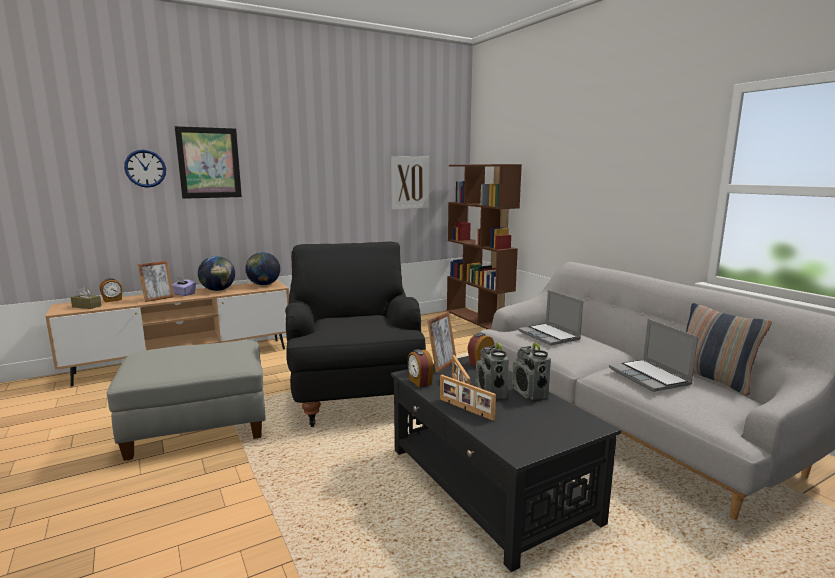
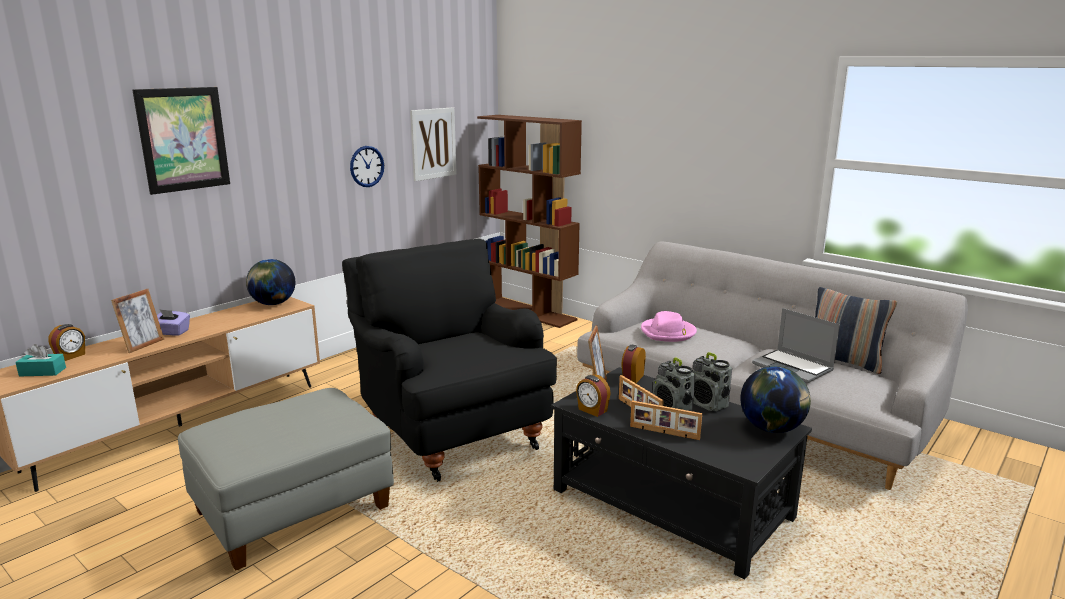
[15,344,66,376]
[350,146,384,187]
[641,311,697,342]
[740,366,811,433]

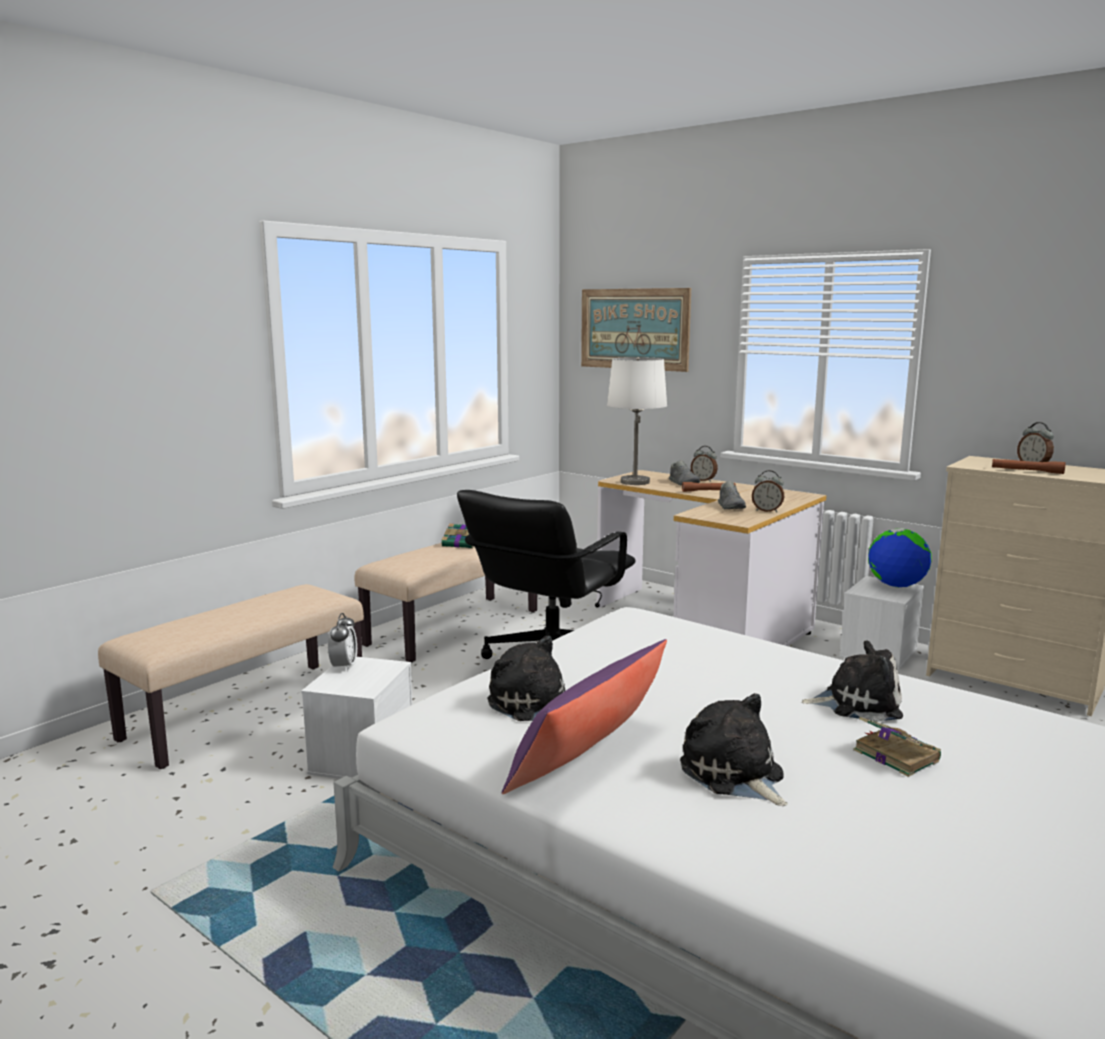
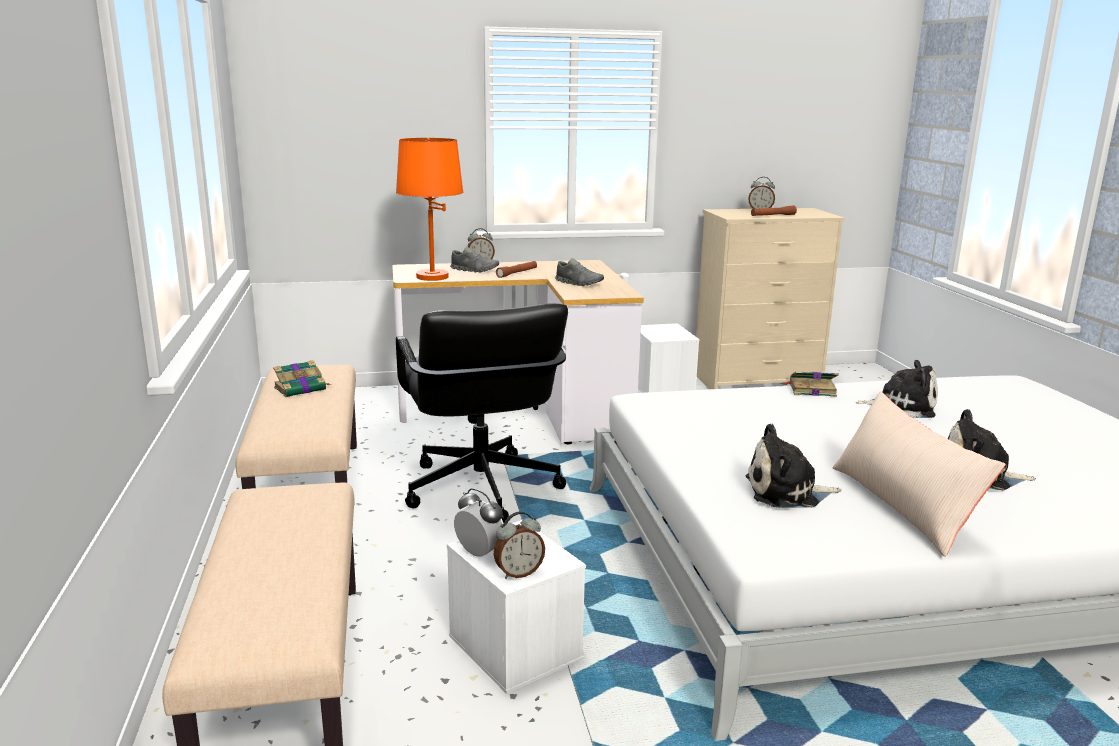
[396,138,463,281]
[494,511,545,579]
[782,371,839,397]
[833,391,1006,557]
[856,360,938,418]
[581,288,691,372] (first image)
[868,528,931,588] (first image)

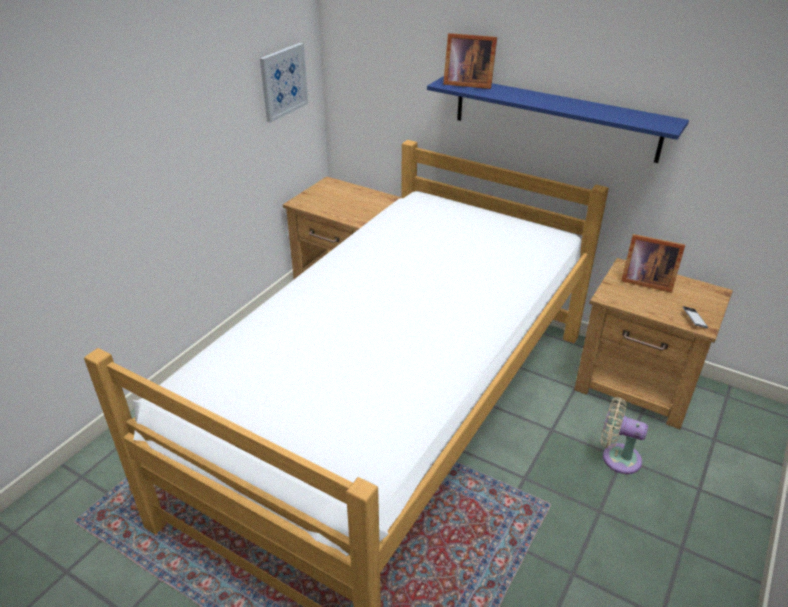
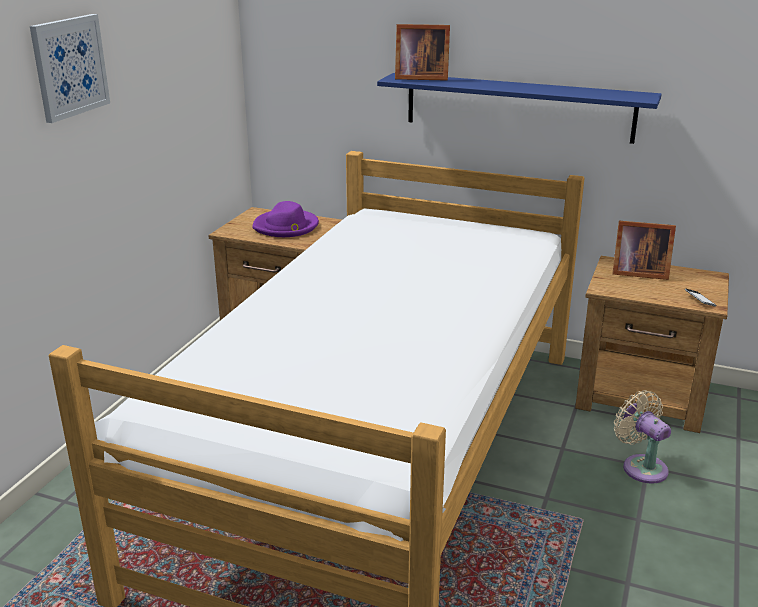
[30,14,110,123]
[252,201,319,237]
[614,390,671,483]

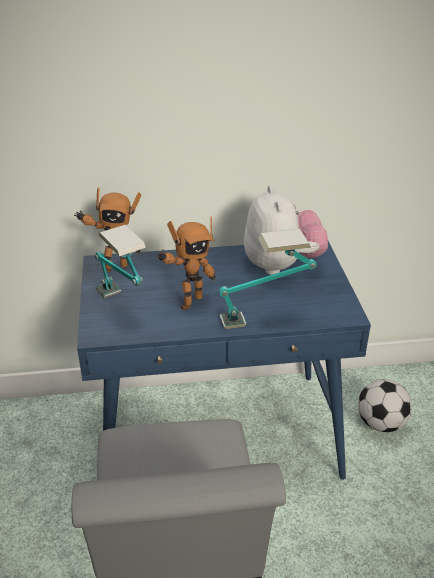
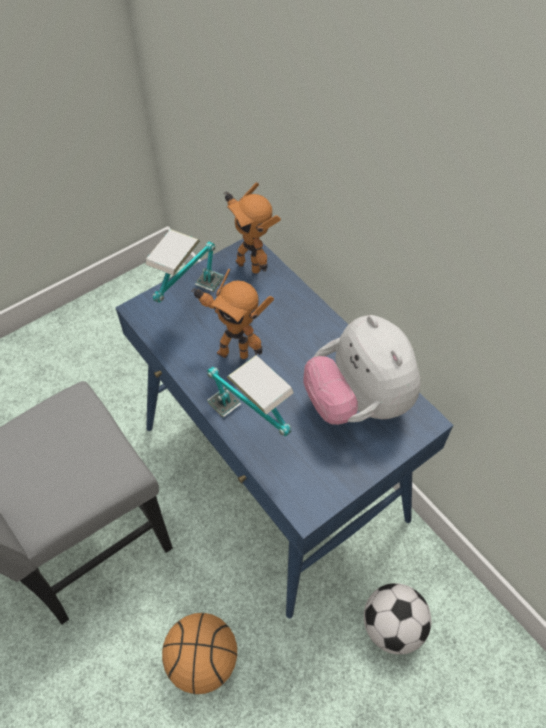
[162,613,237,694]
[303,315,421,425]

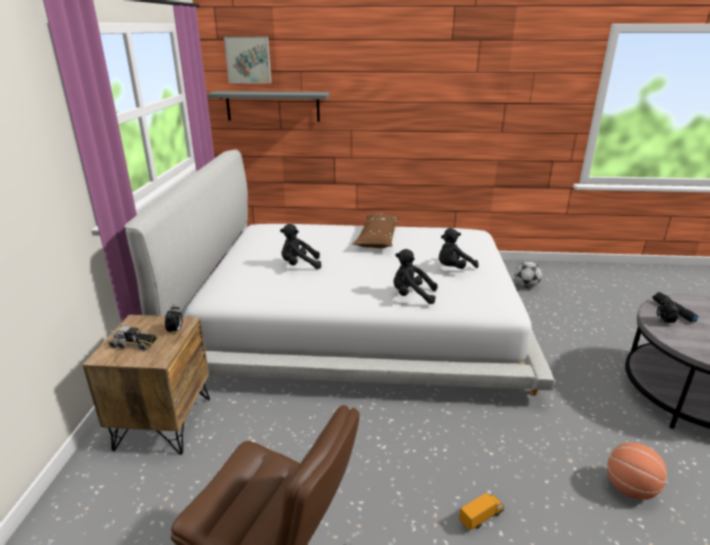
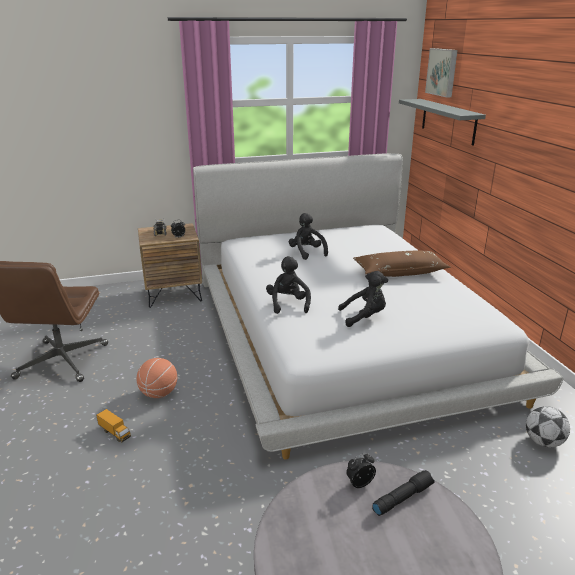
[136,358,177,398]
[338,271,388,327]

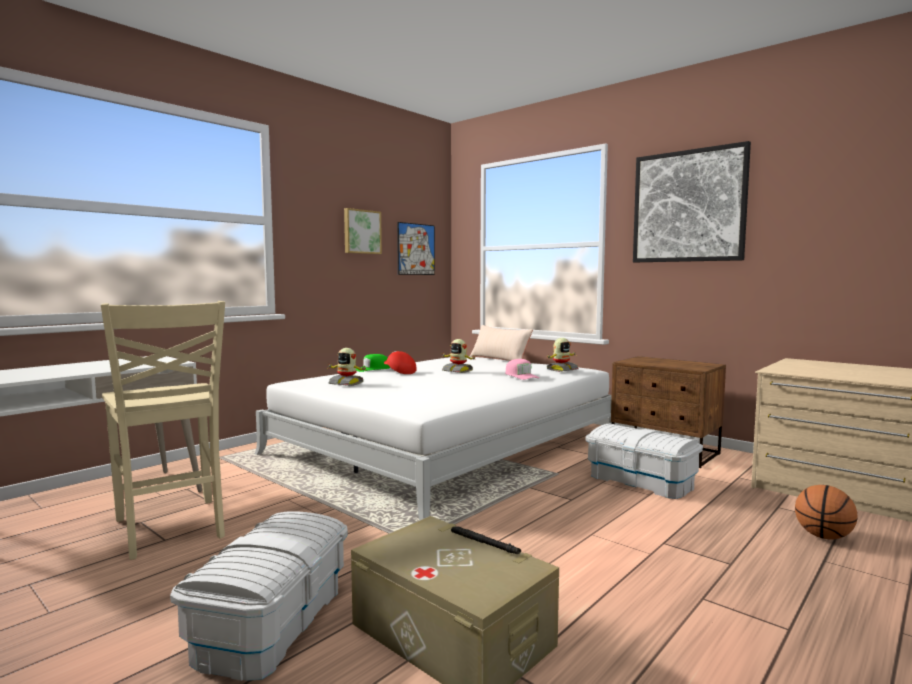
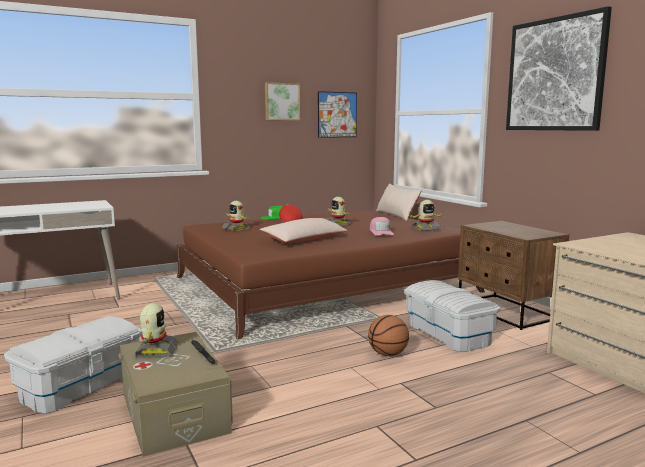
[135,303,178,358]
[177,210,485,339]
[260,218,348,243]
[368,315,409,356]
[101,301,225,560] (first image)

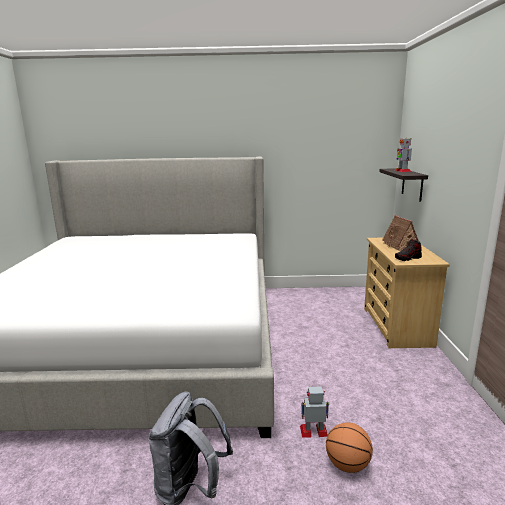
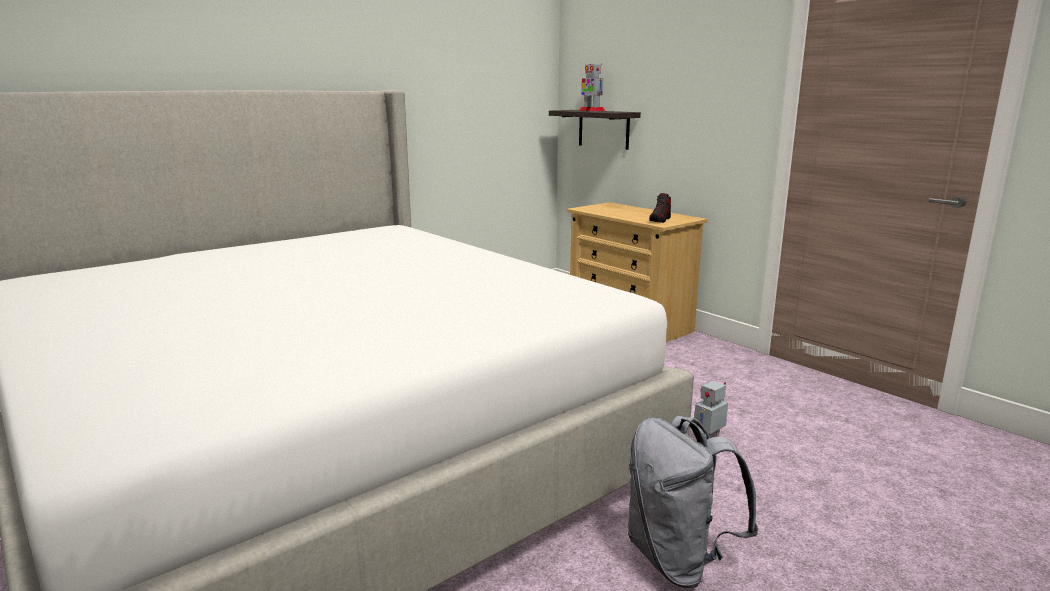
[326,422,373,473] (first image)
[382,215,418,251] (first image)

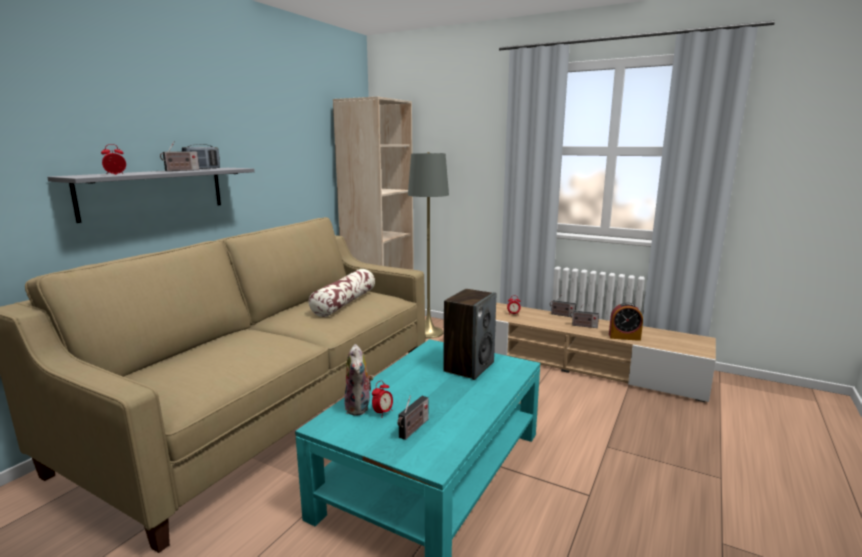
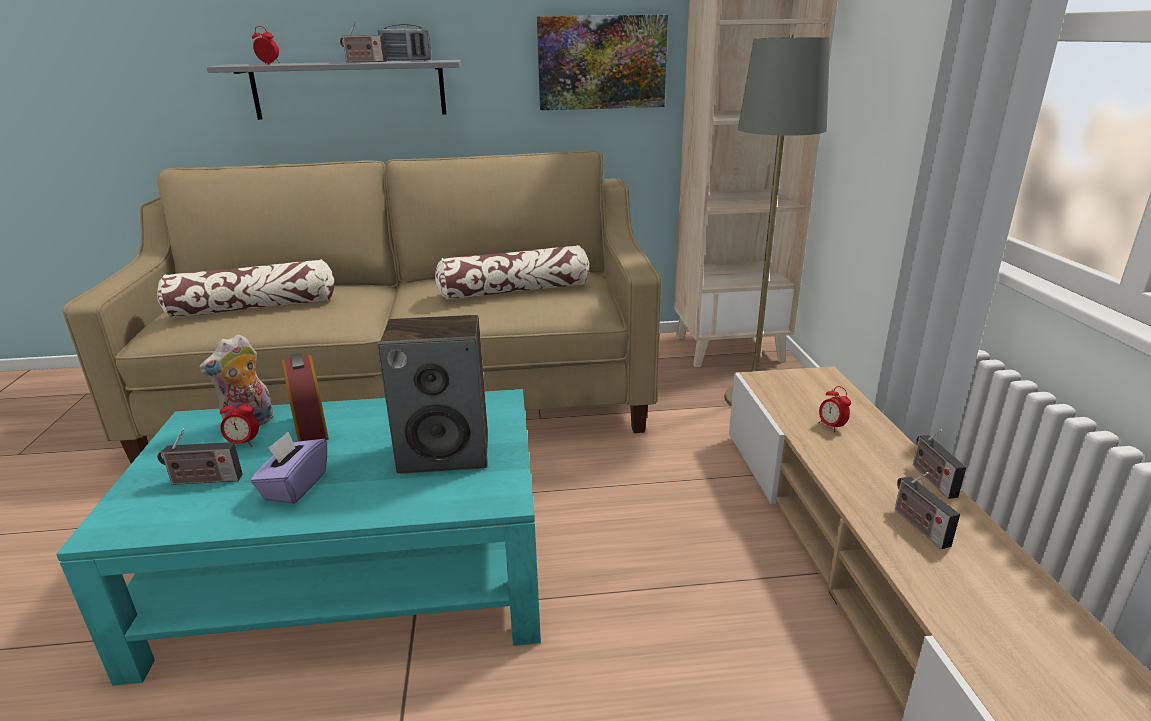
[157,259,335,318]
[250,431,327,504]
[282,353,329,442]
[537,15,668,110]

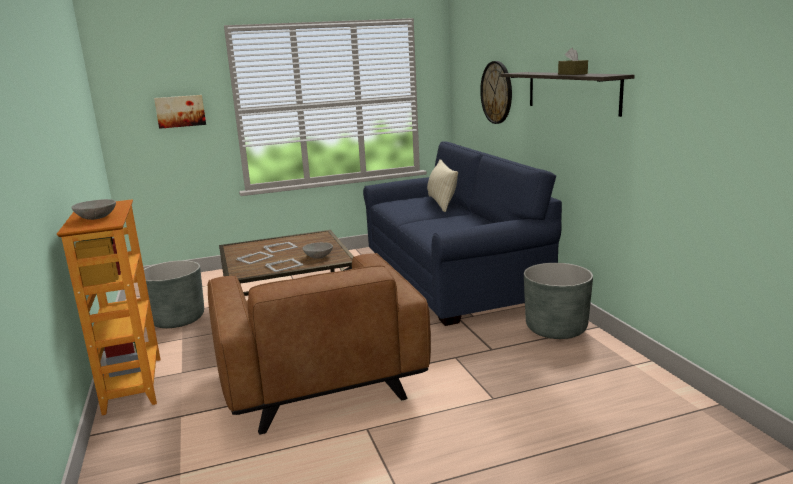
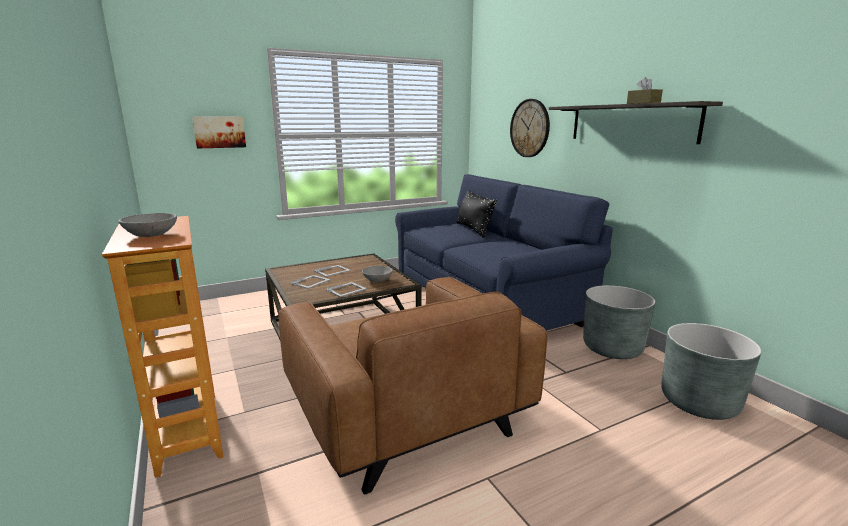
[456,190,497,238]
[661,323,762,420]

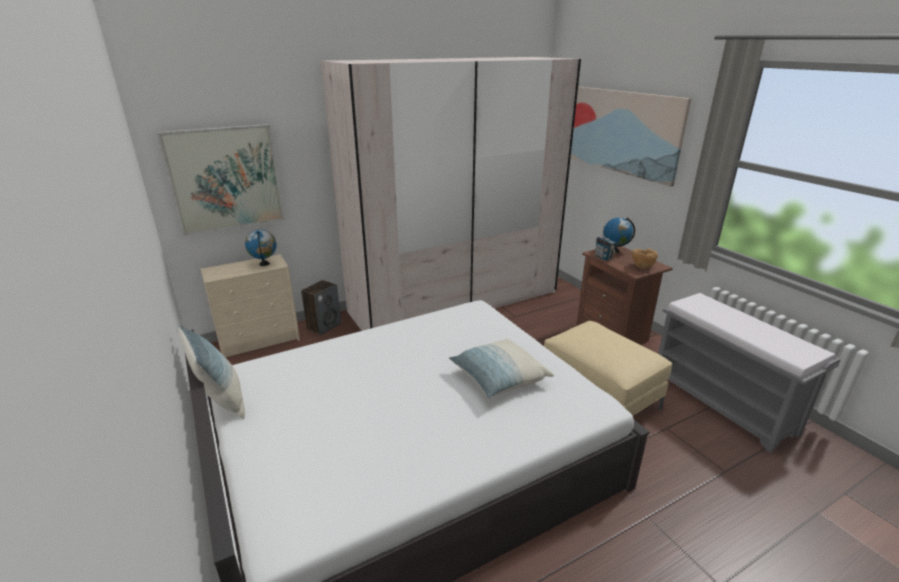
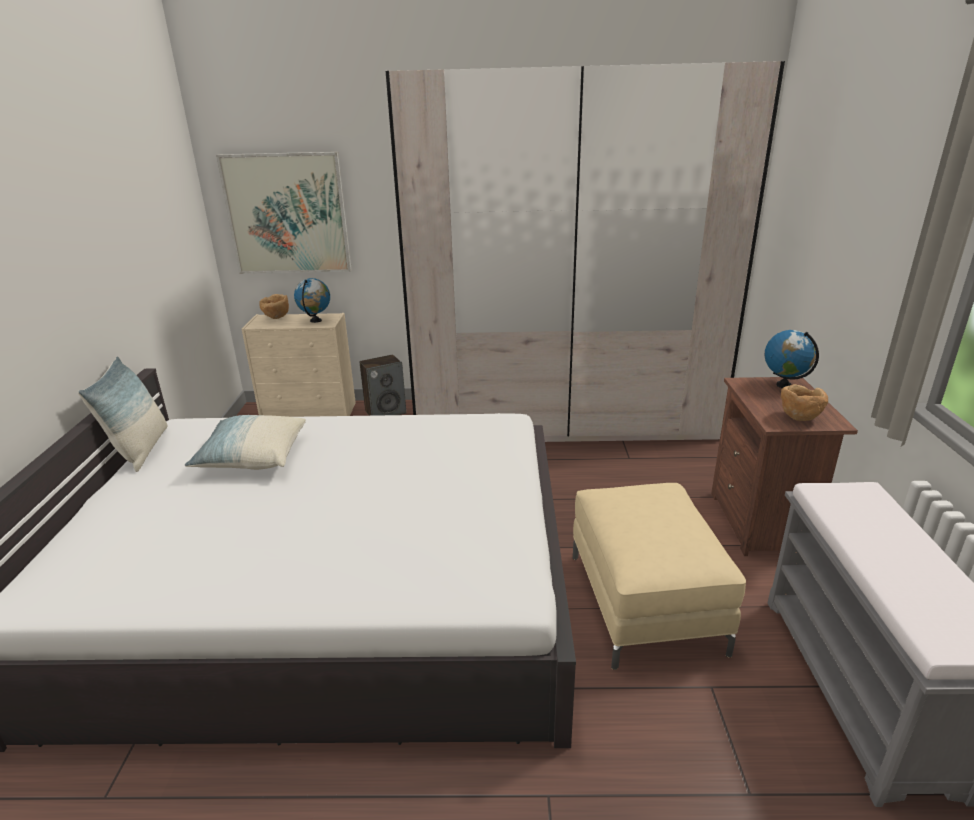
[185,415,306,470]
[259,294,289,319]
[570,87,691,187] (first image)
[595,227,616,261] (first image)

